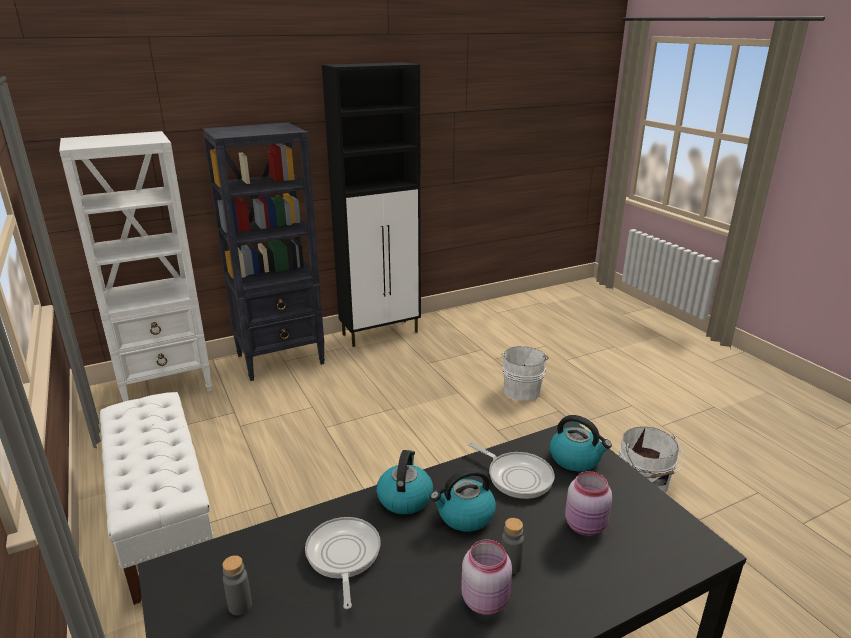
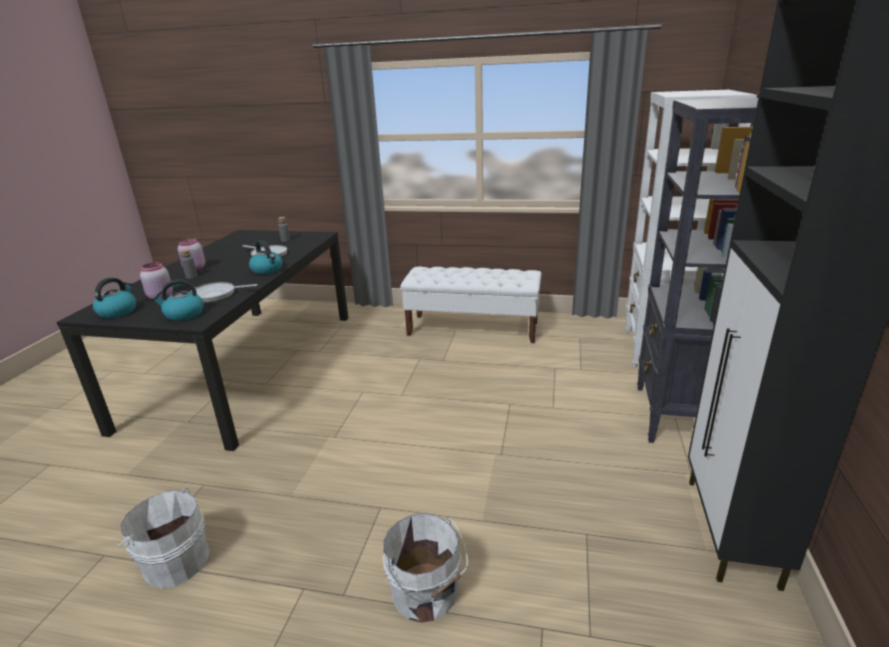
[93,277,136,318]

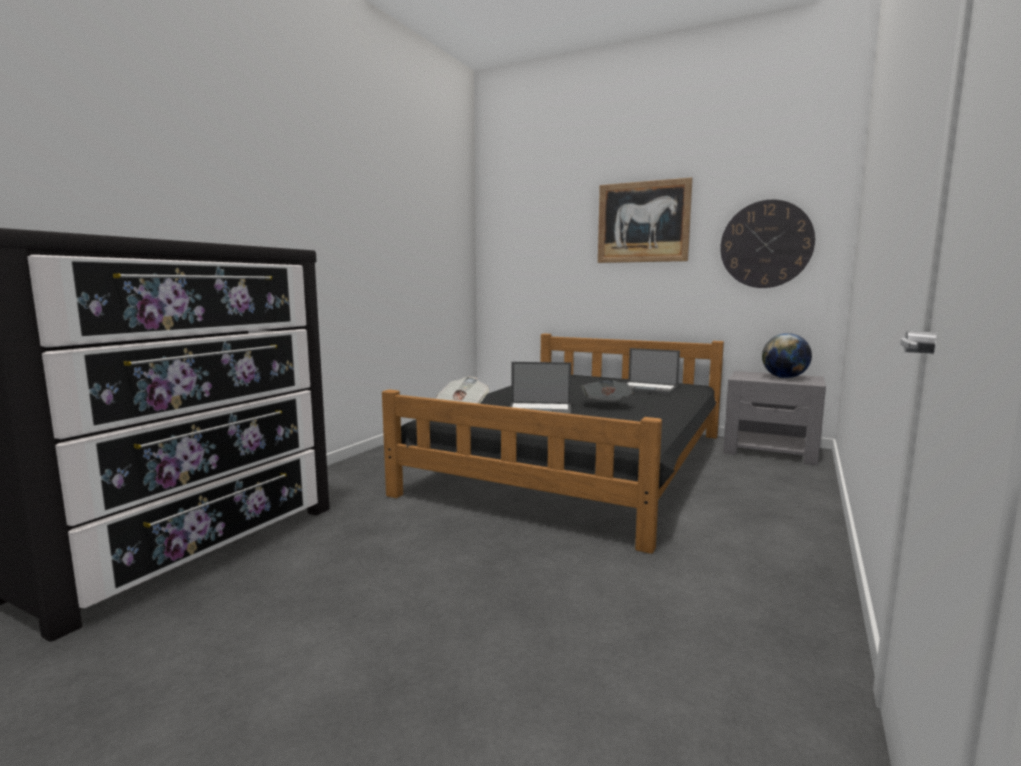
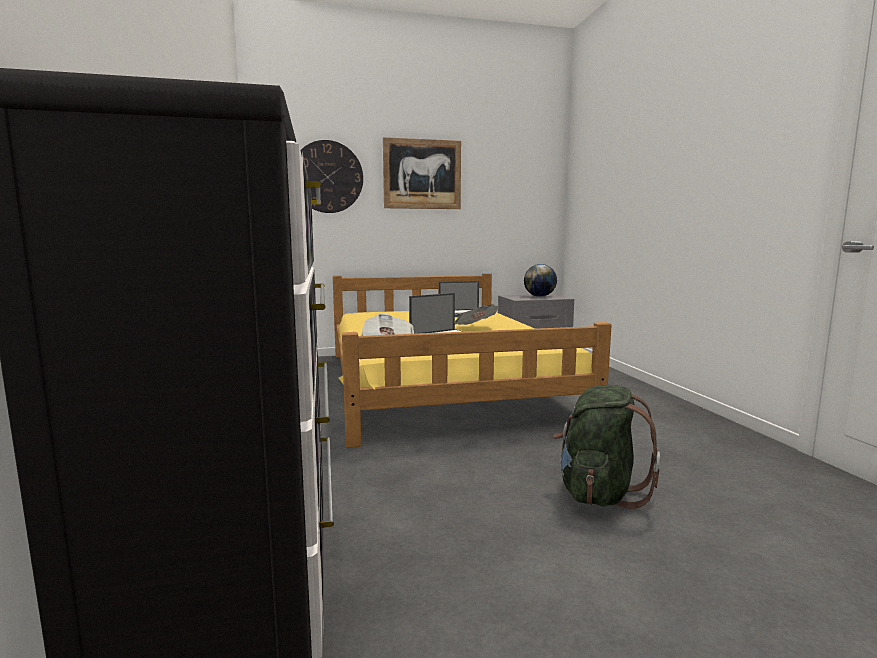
[300,140,363,213]
[333,273,612,448]
[553,385,661,509]

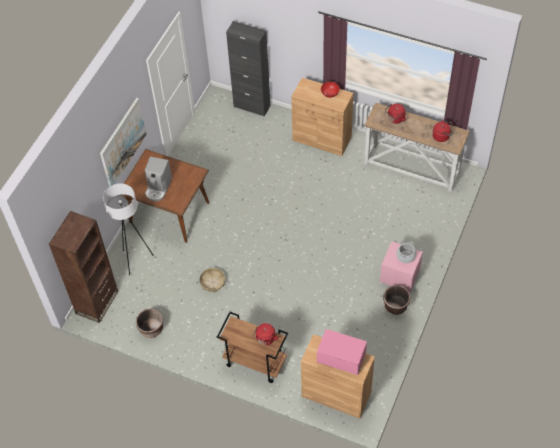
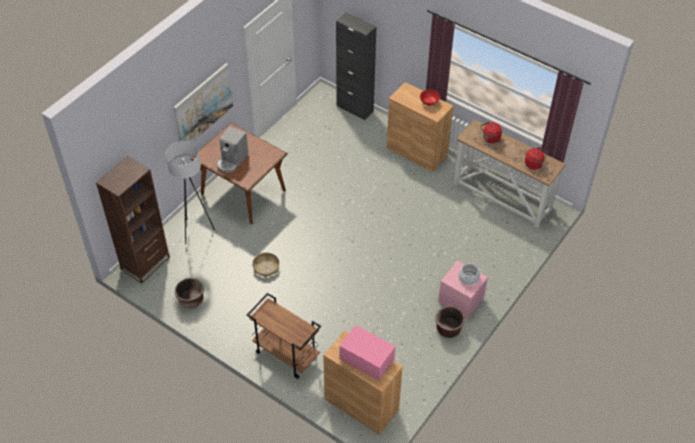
[253,323,279,345] (first image)

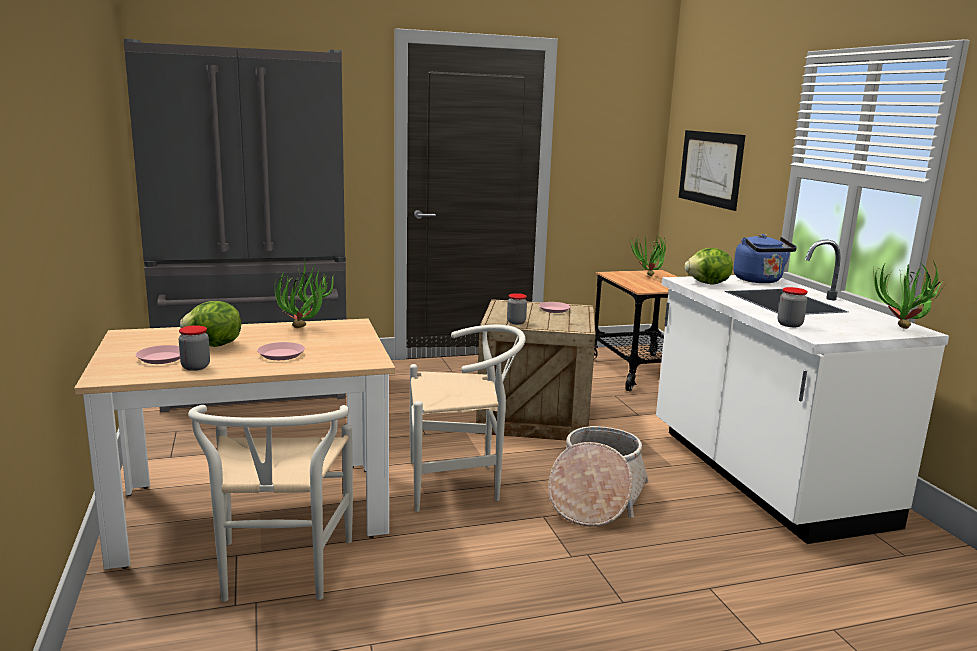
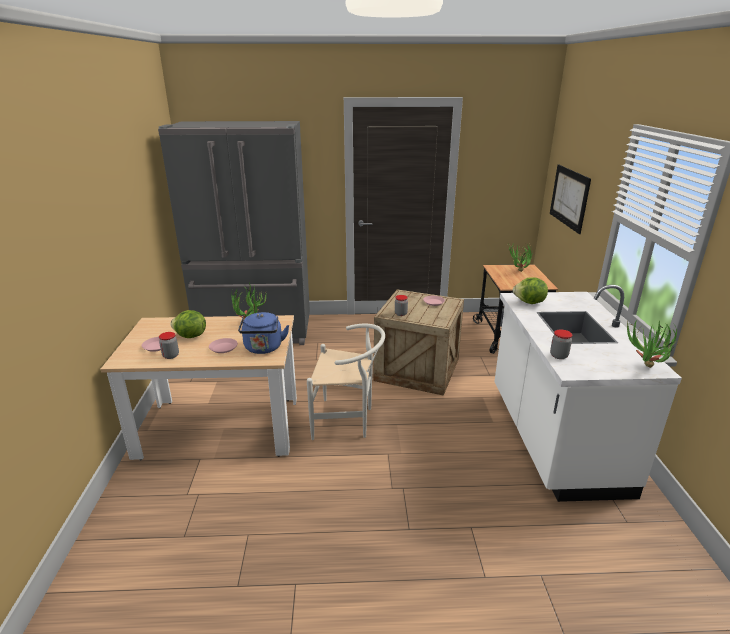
[238,312,289,354]
[188,405,353,602] (first image)
[548,426,649,527] (first image)

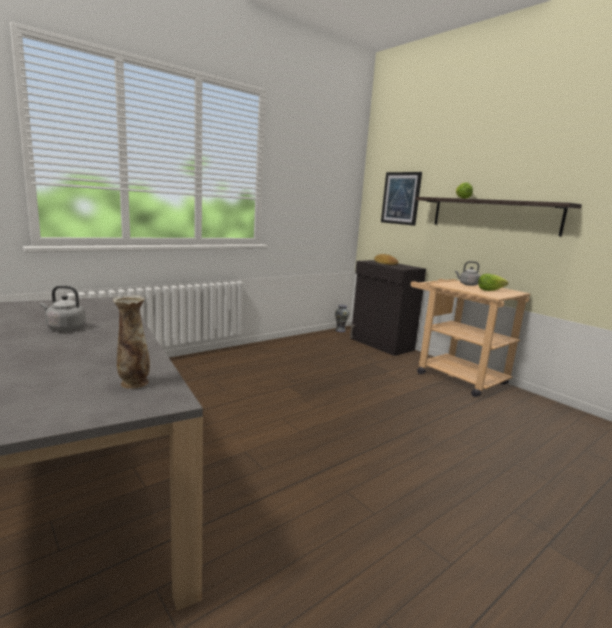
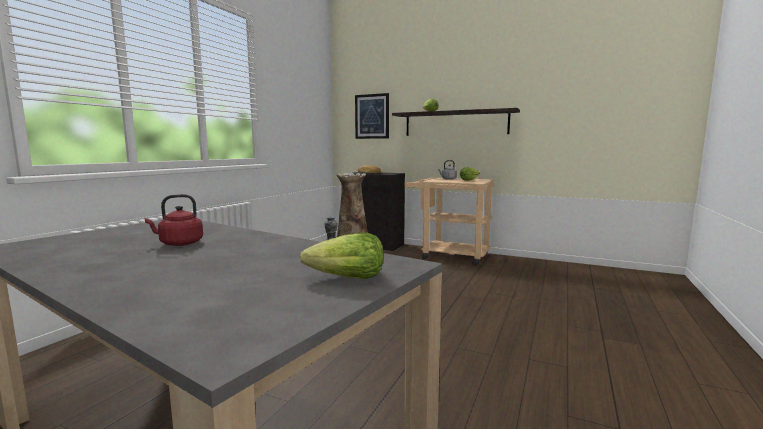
[145,194,203,246]
[300,233,383,279]

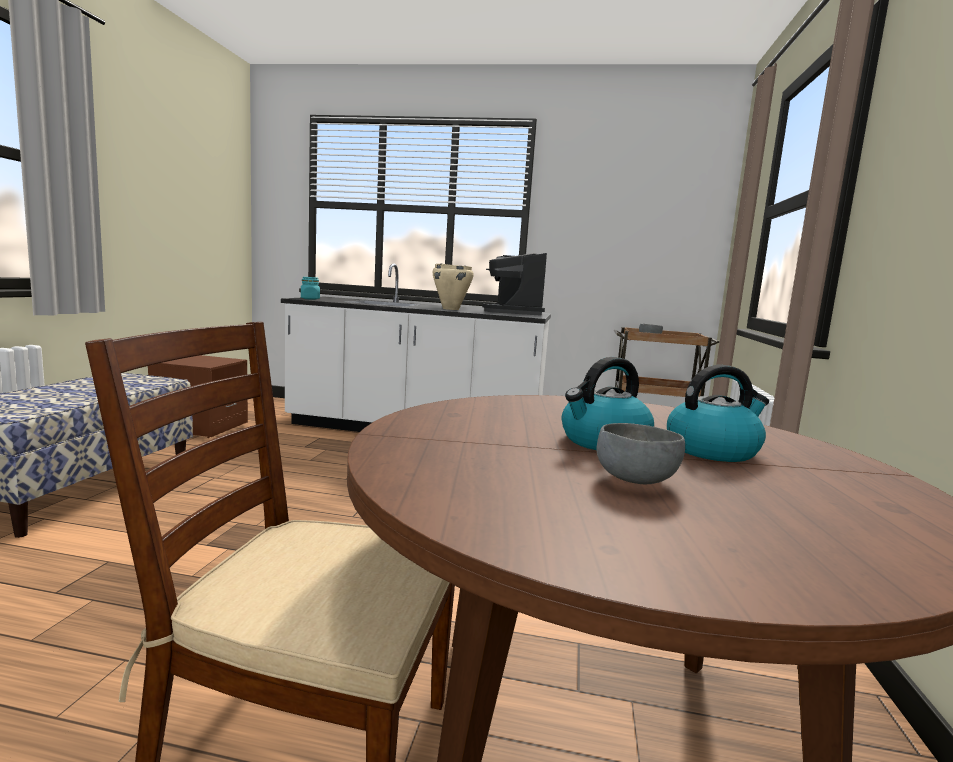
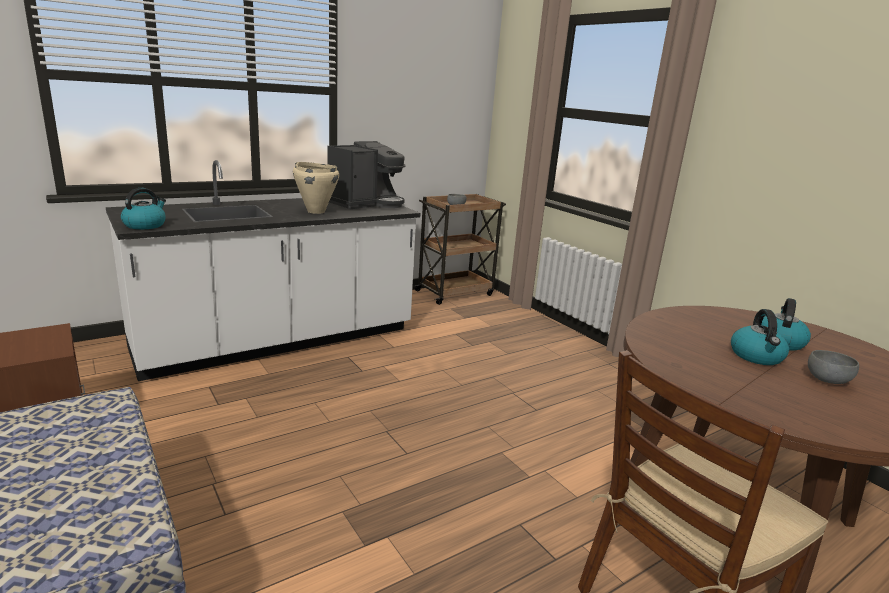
[121,188,166,229]
[328,141,406,209]

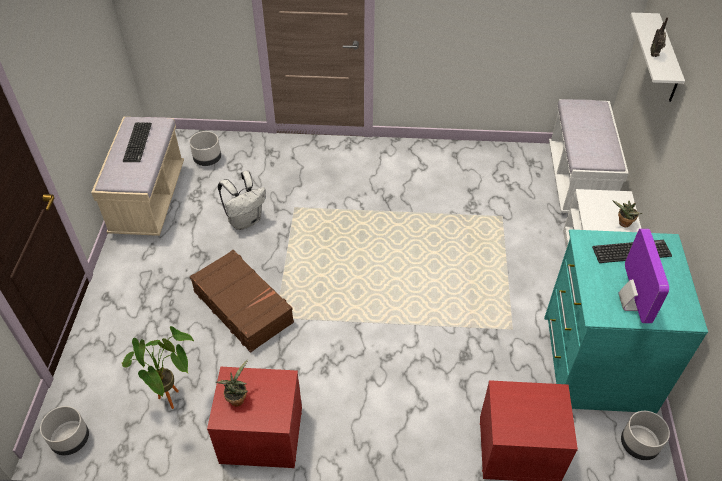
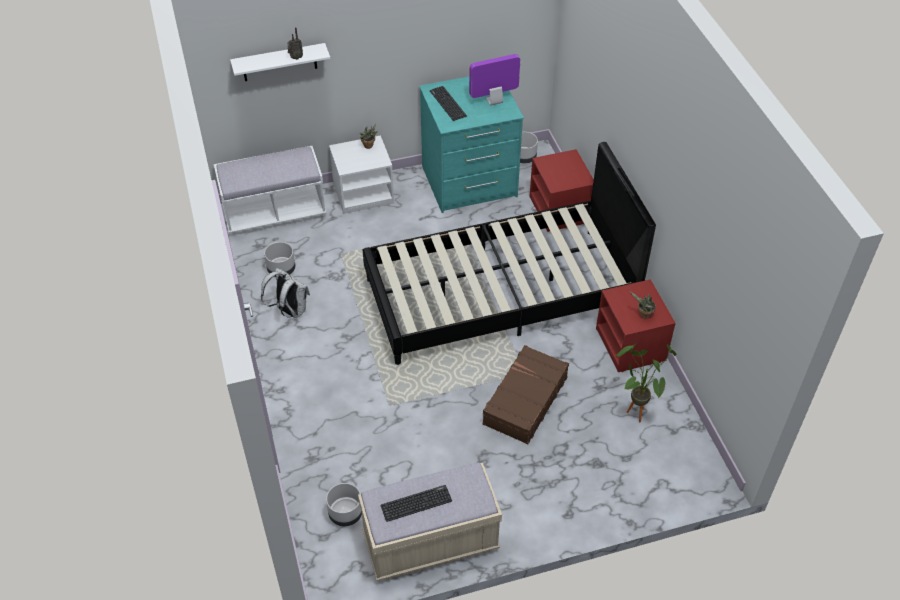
[261,268,310,318]
[264,242,295,277]
[363,142,656,365]

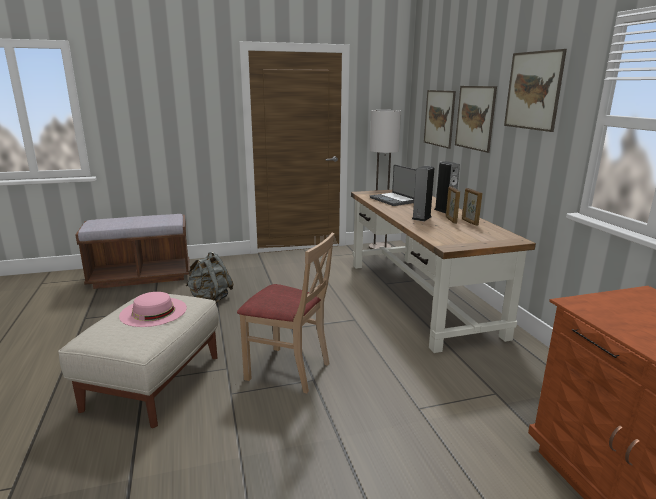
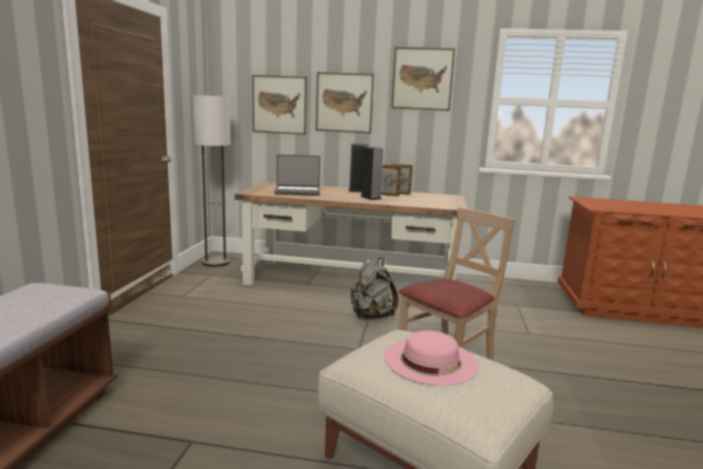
[350,257,399,320]

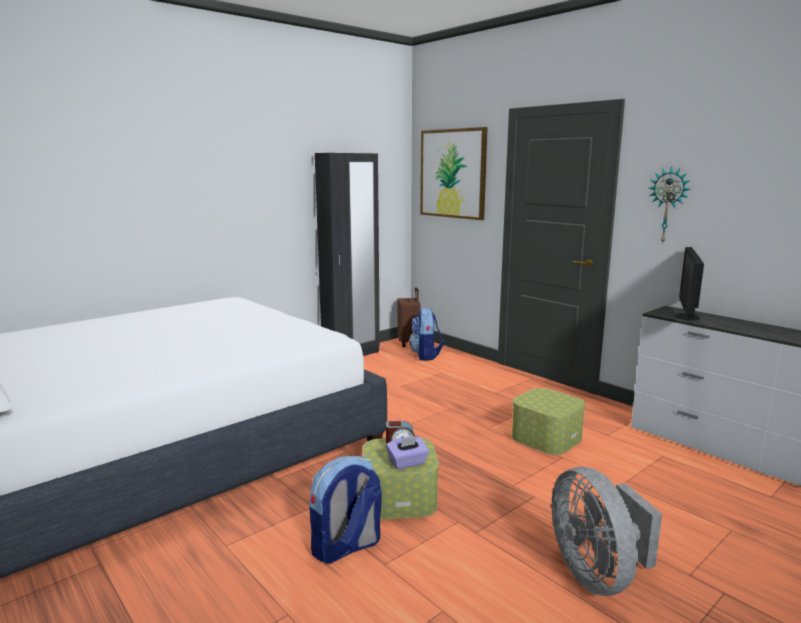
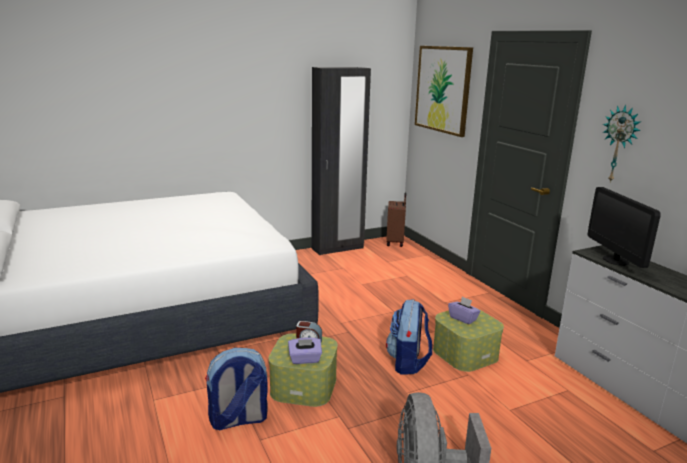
[386,299,432,375]
[448,296,480,324]
[588,187,660,268]

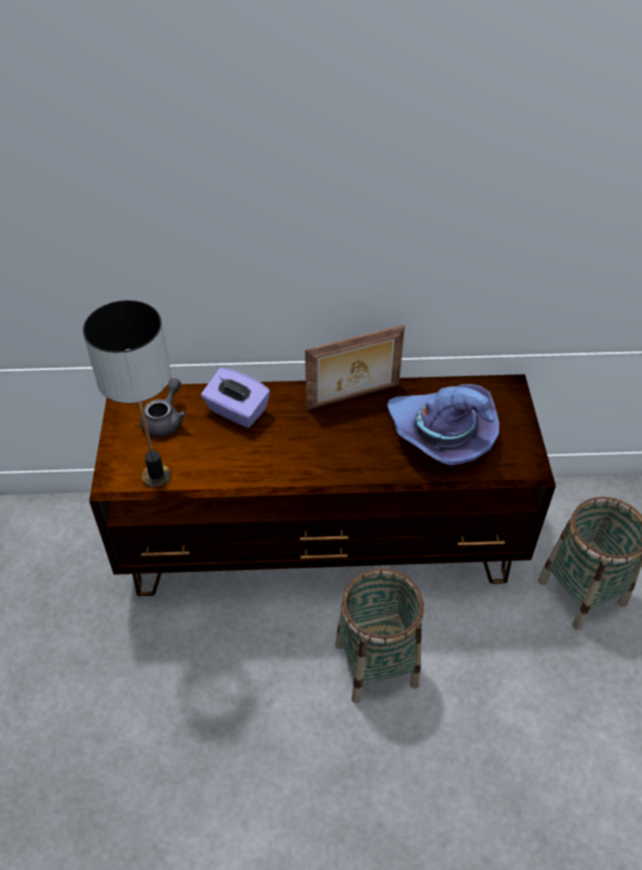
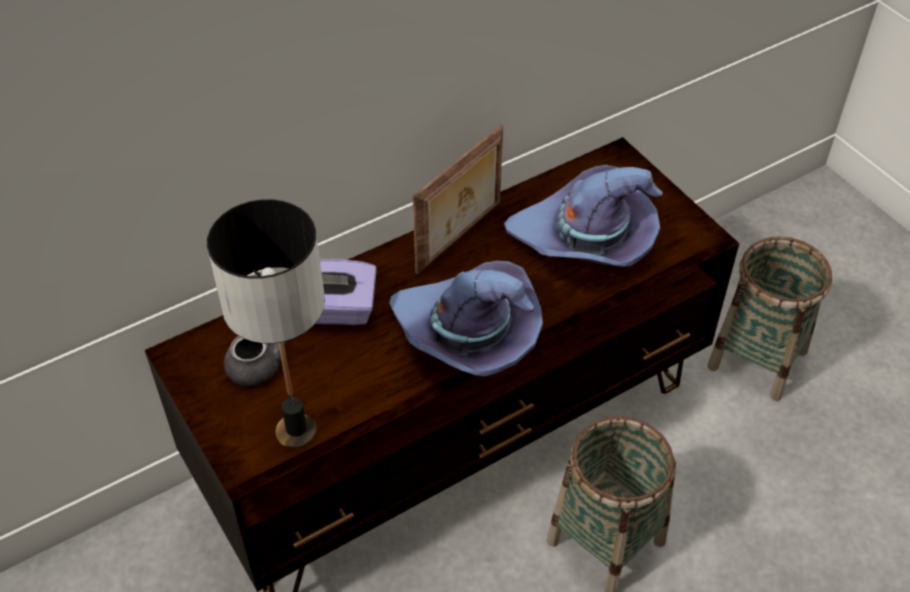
[389,261,543,377]

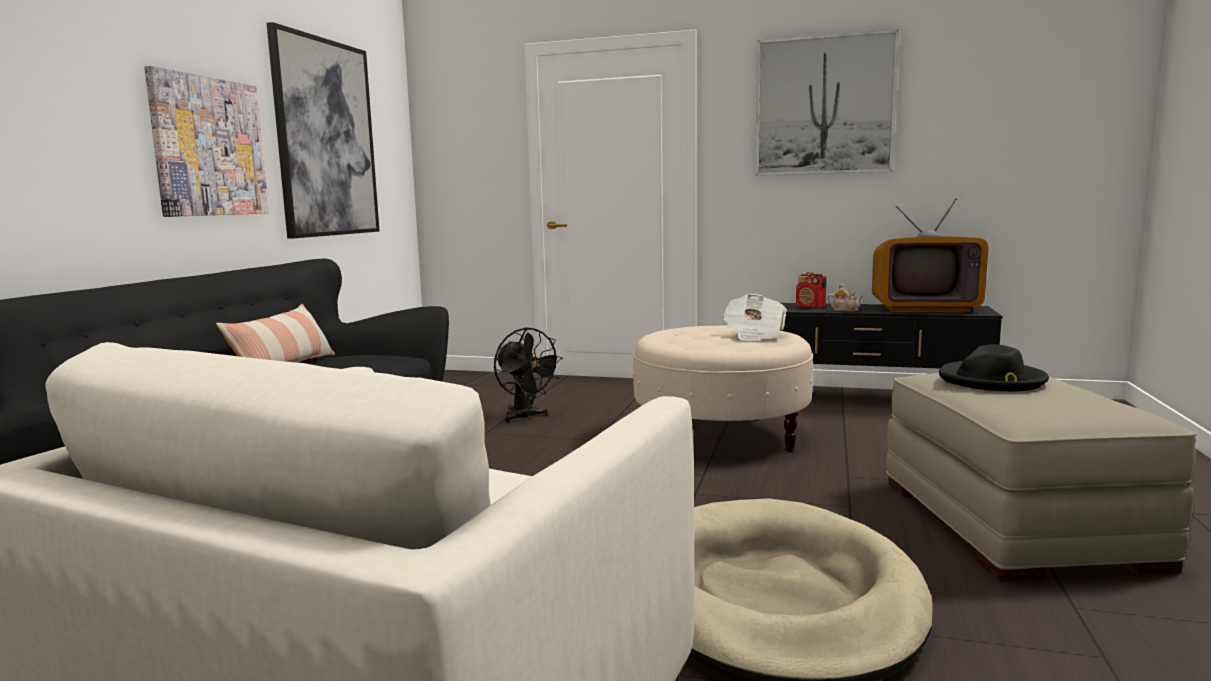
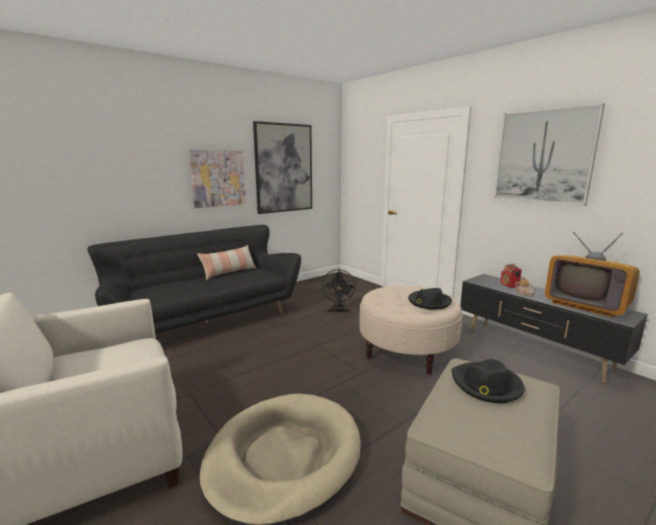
[408,288,452,310]

